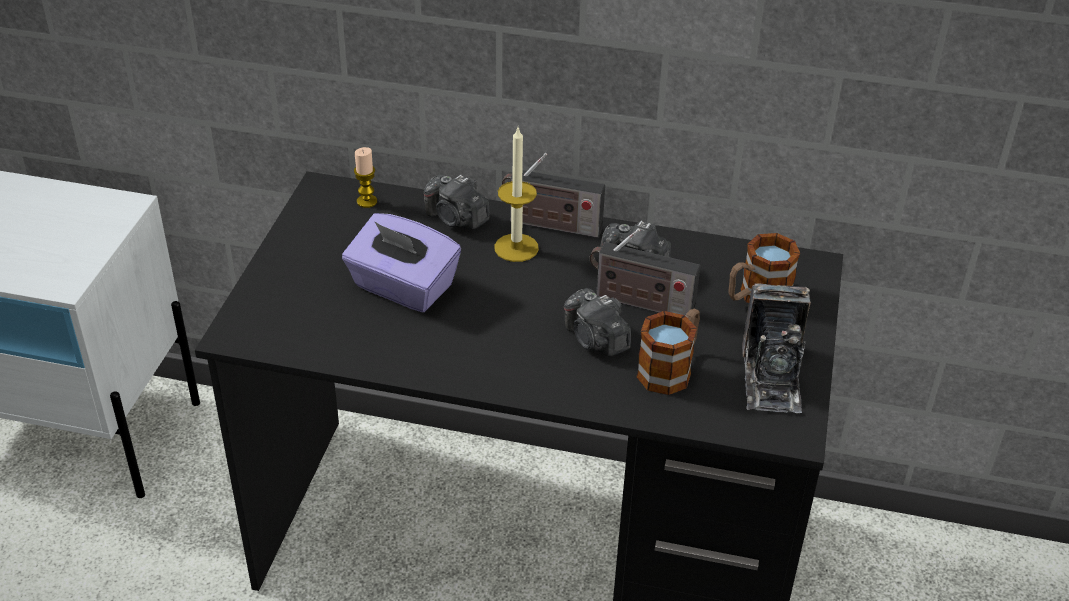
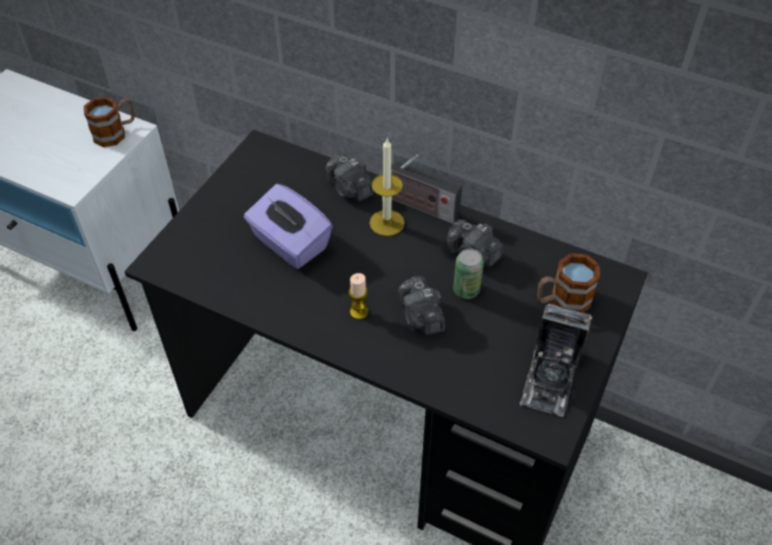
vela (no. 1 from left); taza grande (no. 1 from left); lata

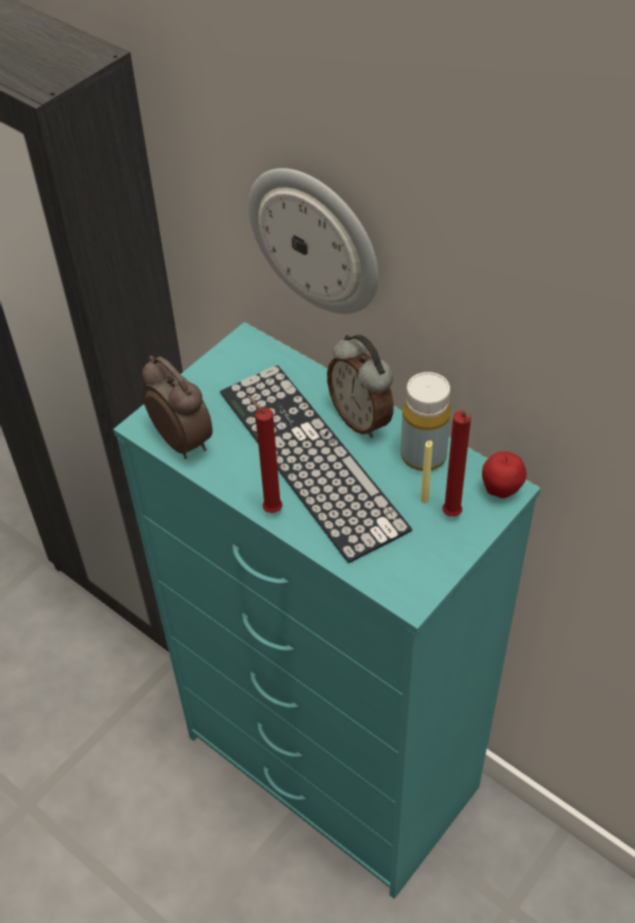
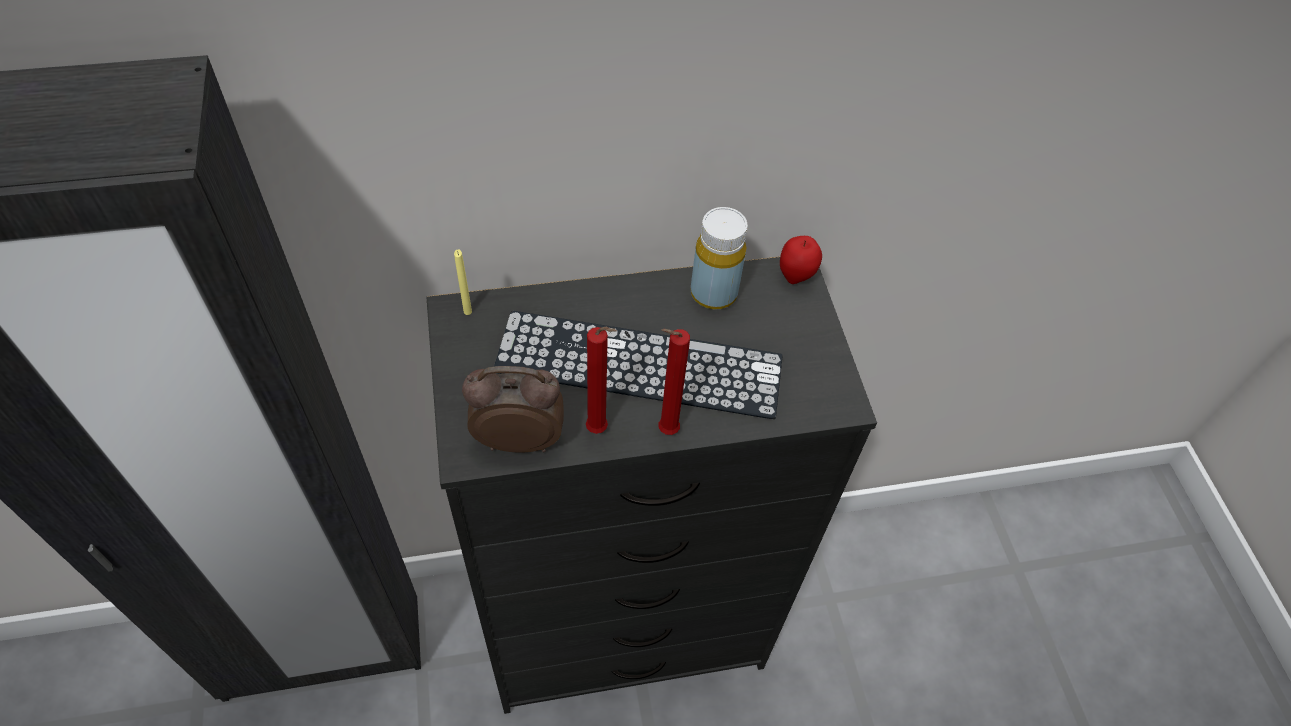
reloj de pared; despertador (no. 2 from left in the first image); vela (amarillo); vela (rojo) (no. 1 from left); cómoda (negro)

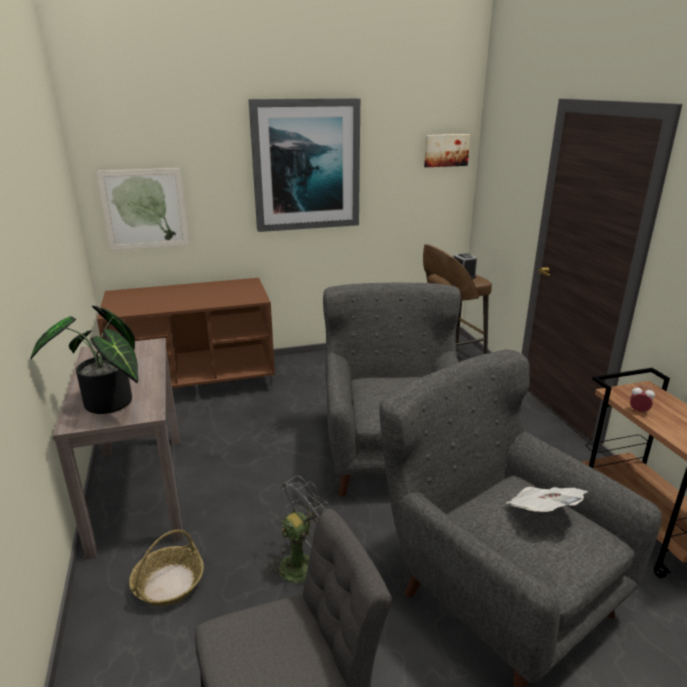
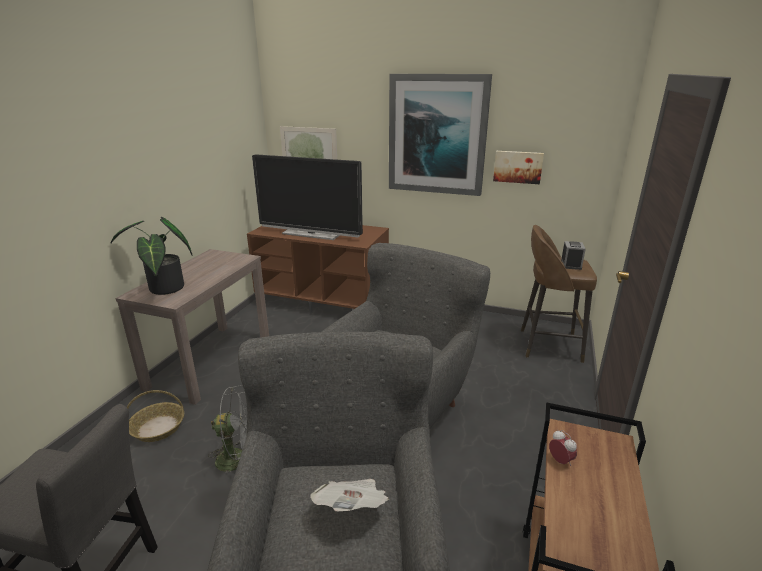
televisor; cuadro (no. 3 from left)

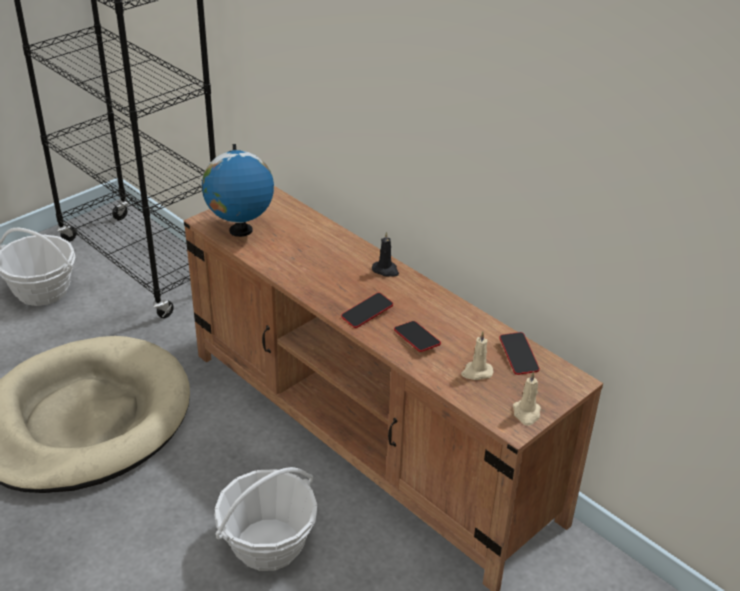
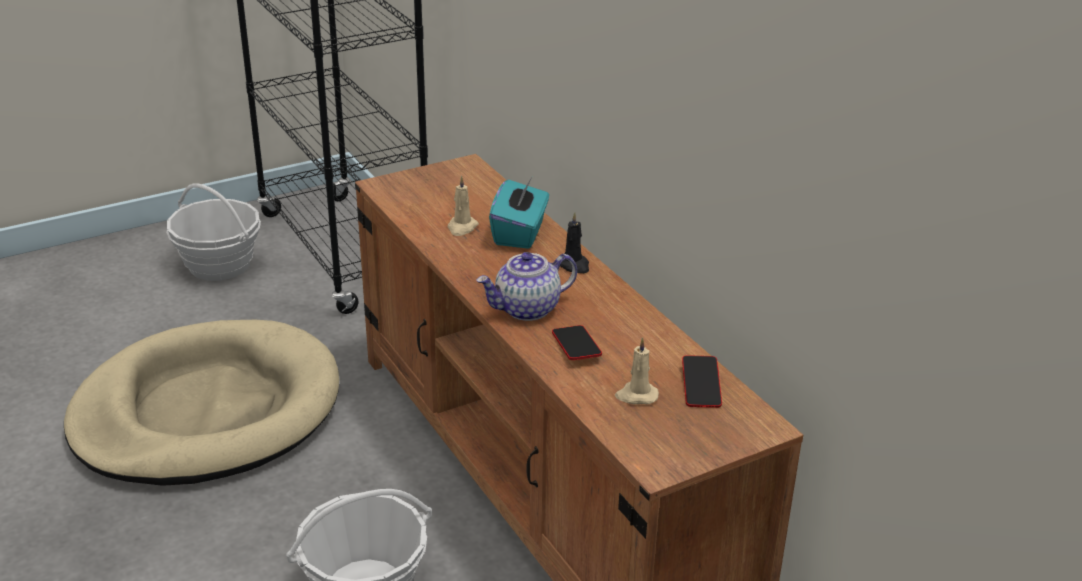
globo terráqueo; caja de pañuelos (turquesa); vela (beis) (no. 1 from left); tetera

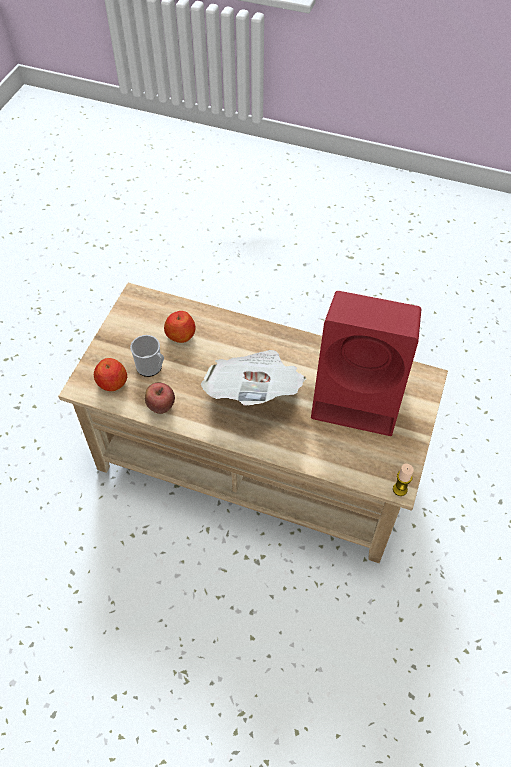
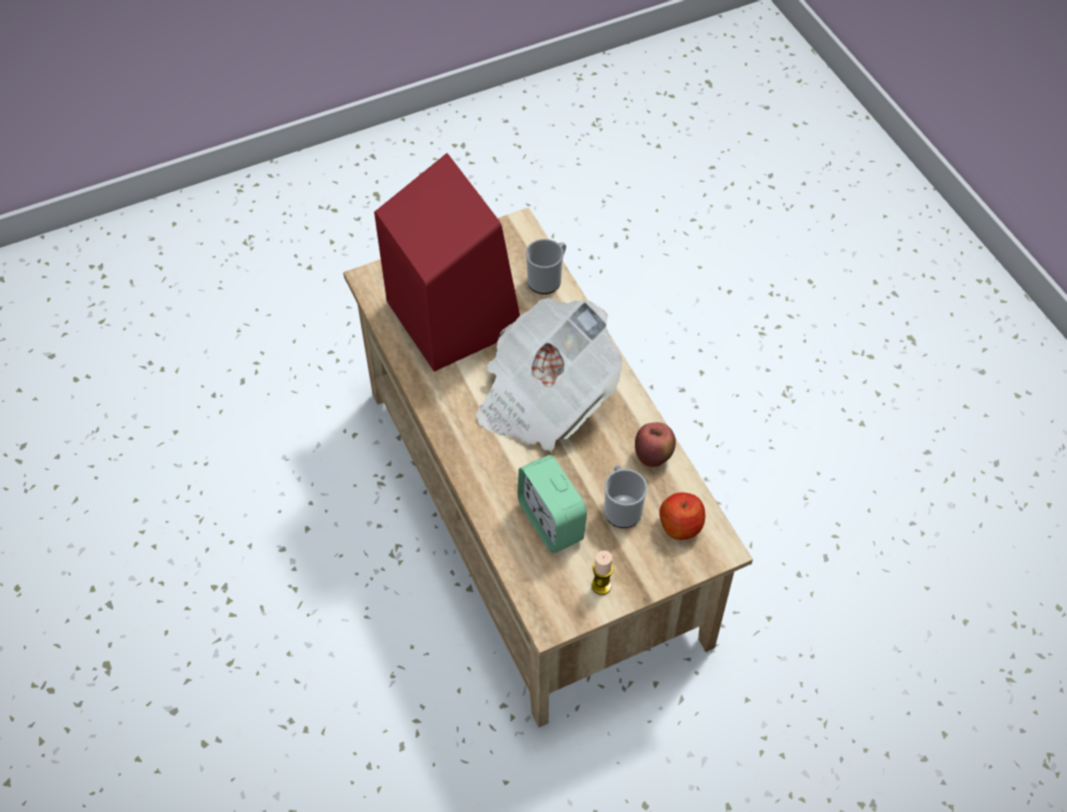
taza grande (no. 1 from left); vela; despertador

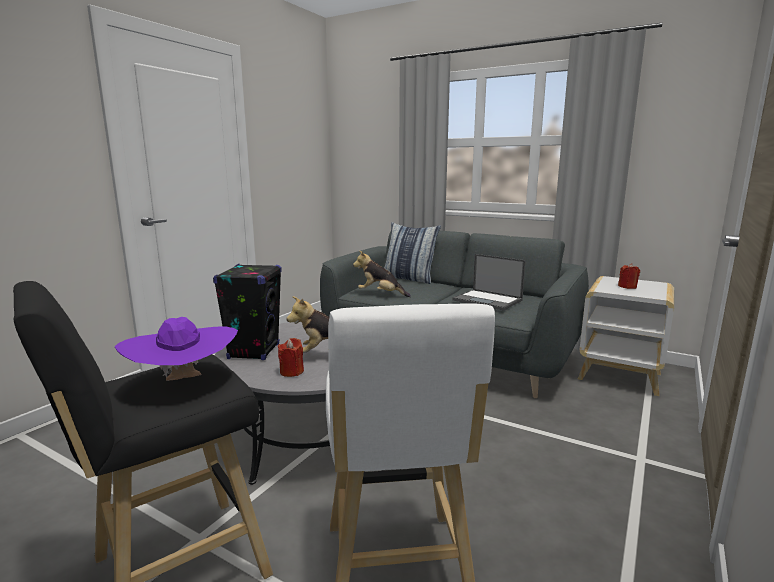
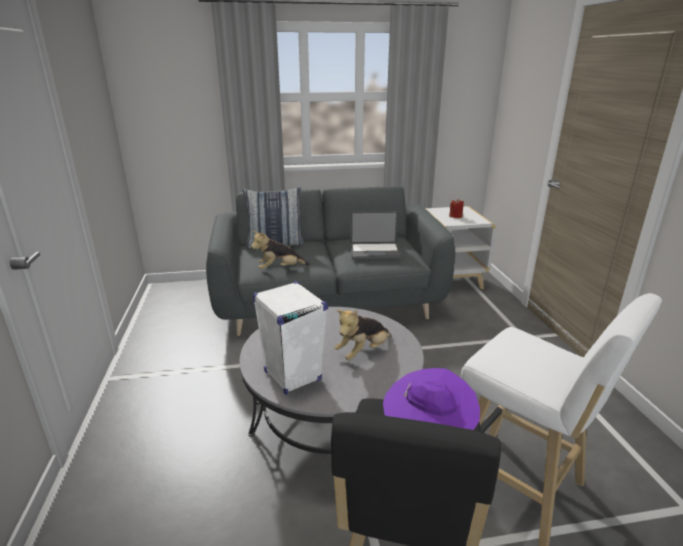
vela (rojo) (no. 1 from left in the first image); altavoz (blanco)

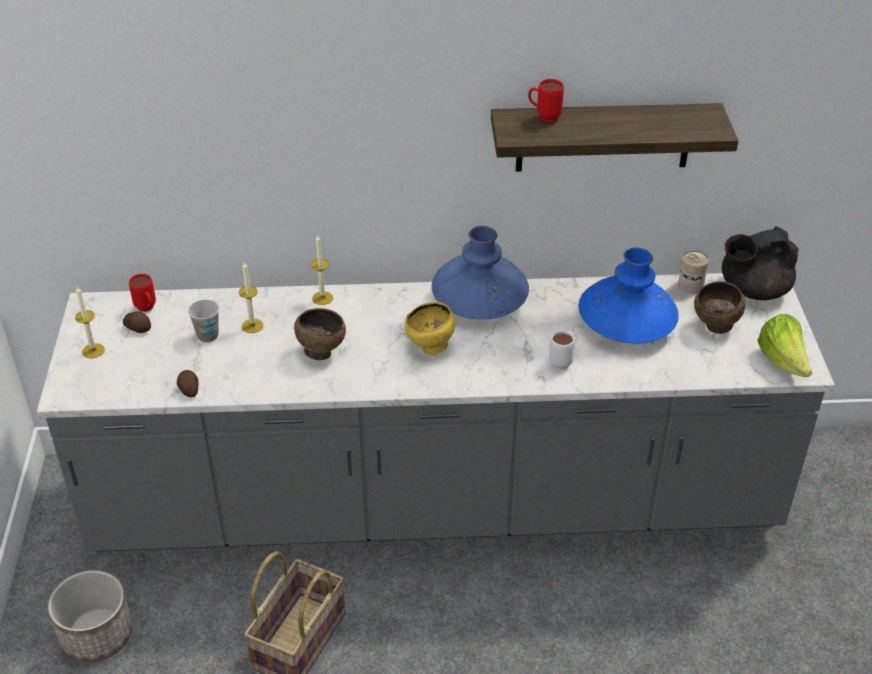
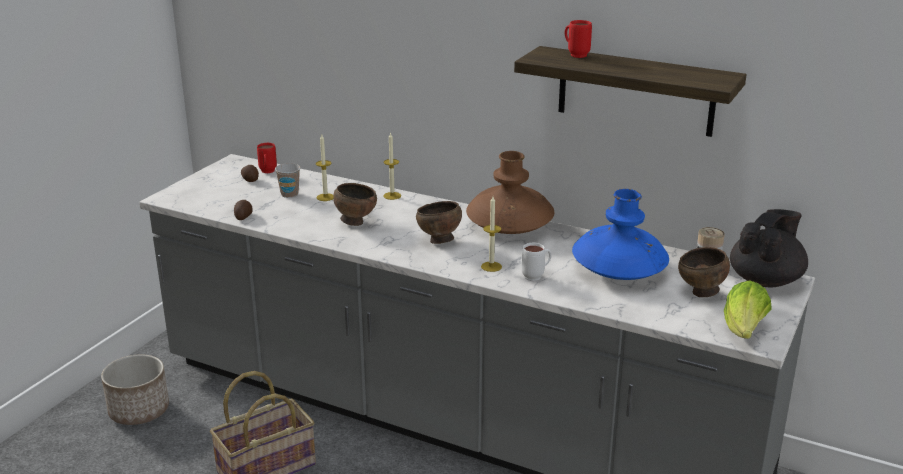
vela (no. 3 from left); cuenco (marrón) (no. 2 from left); florero (marrón); tetera (negro)

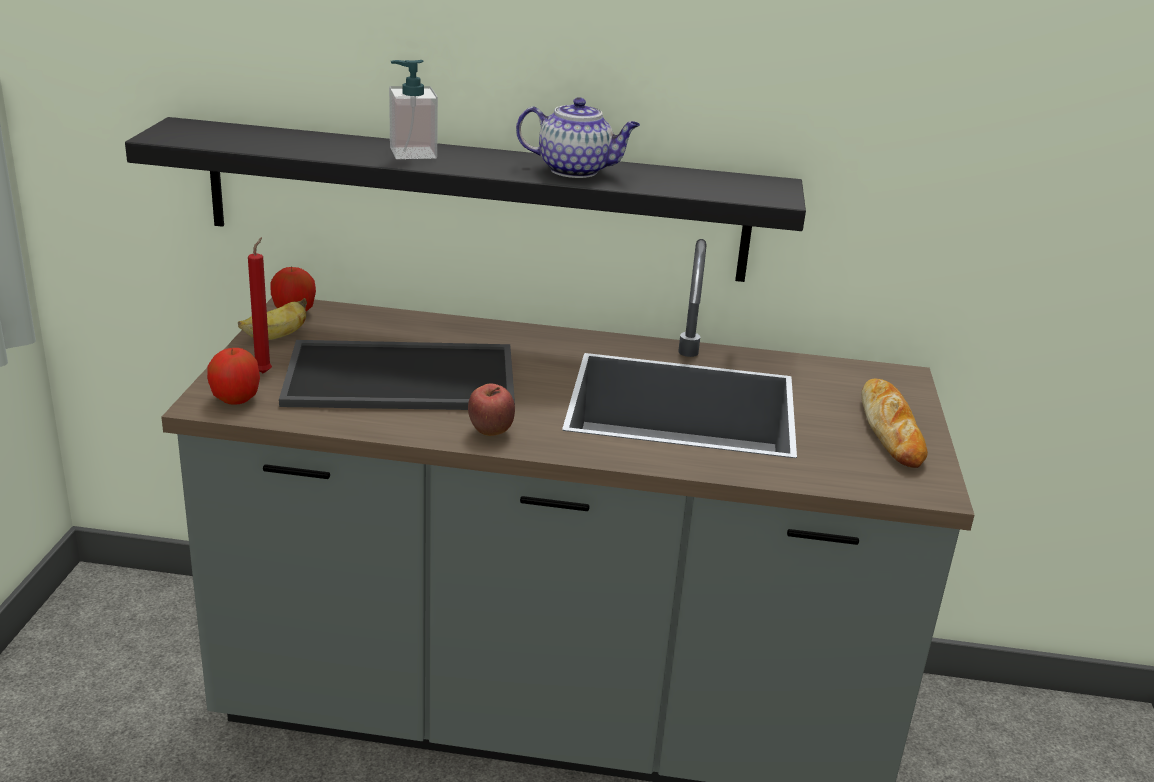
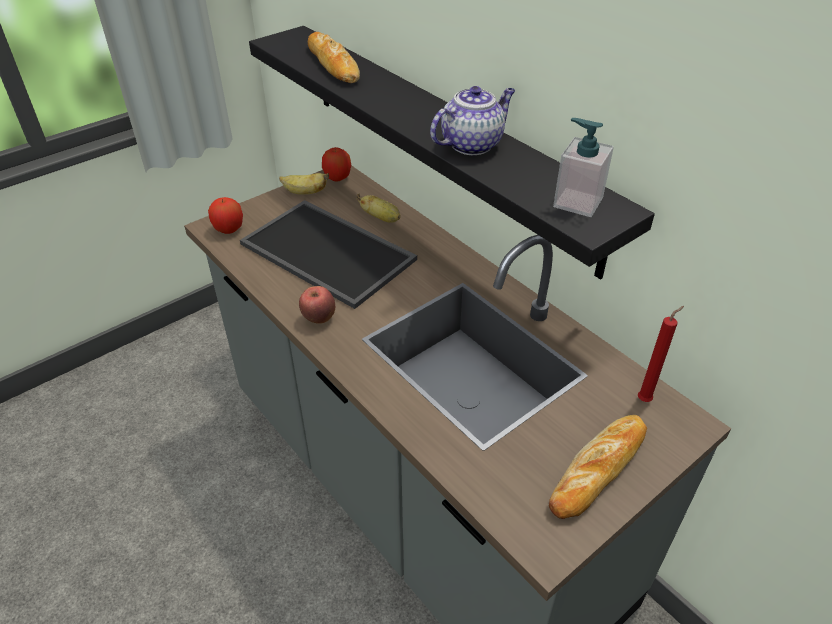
pan (no. 1 from left); plátano (no. 2 from left); vela (rojo); dispensador de jabón; tetera

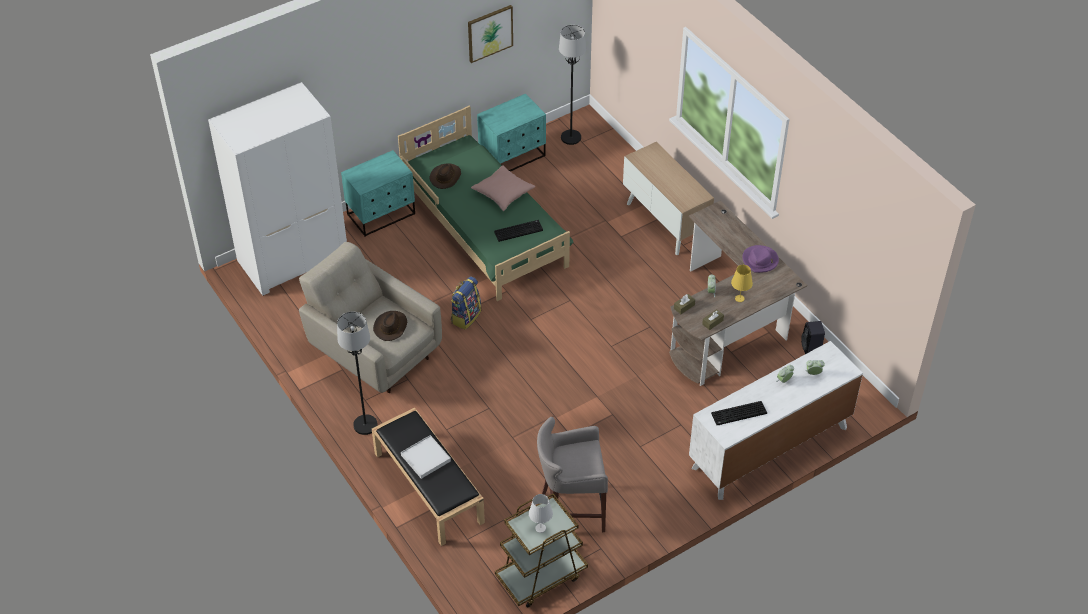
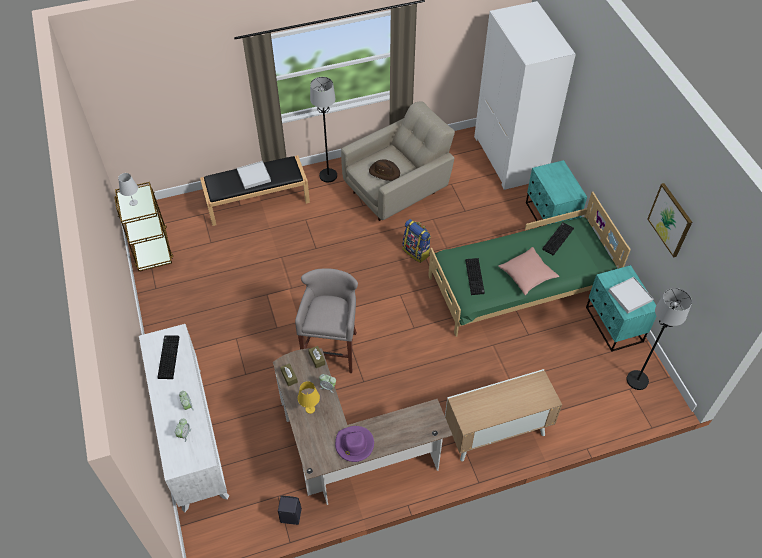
bandeja (blanco) (no. 2 from left); taburete (gris); teclado (no. 3 from left)

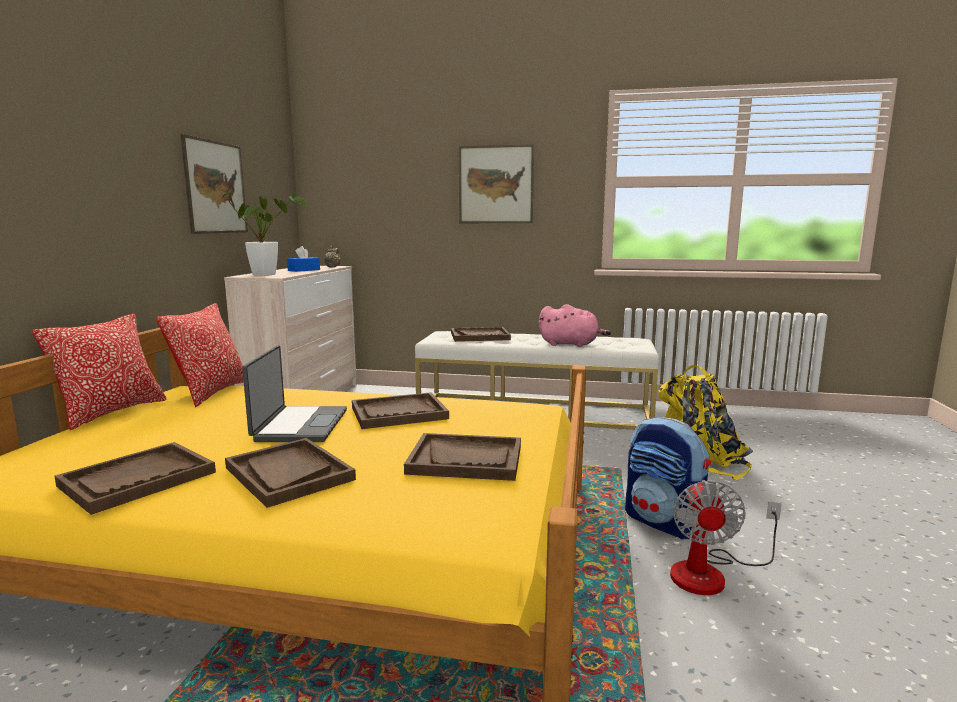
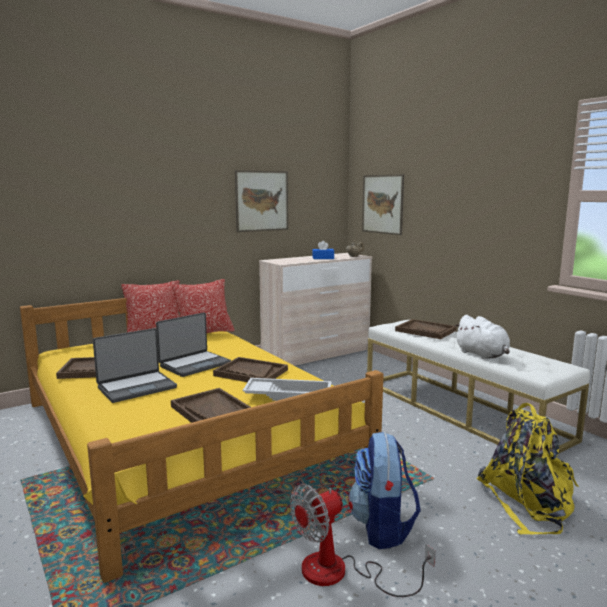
planta en maceta; bandeja (blanco); cuadro (no. 2 from left); portátil (no. 1 from left); peluche (blanco)

